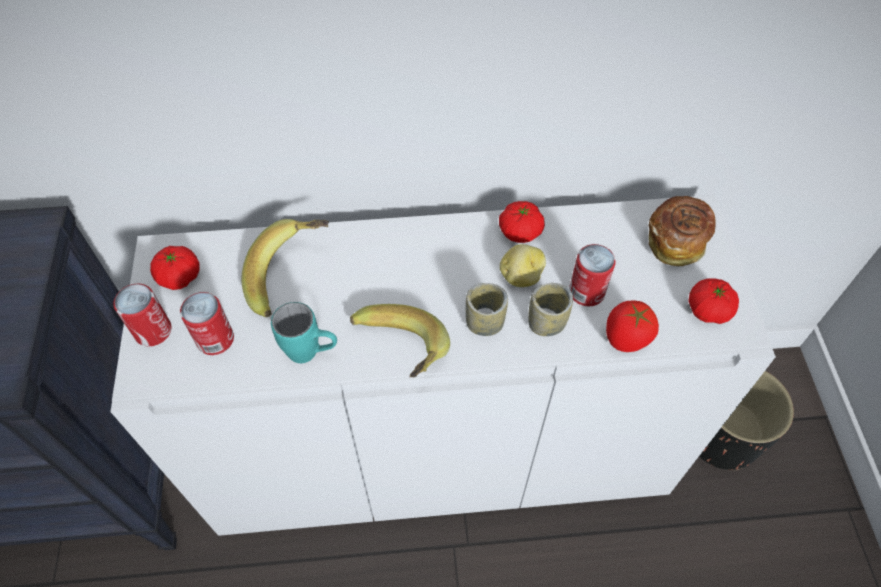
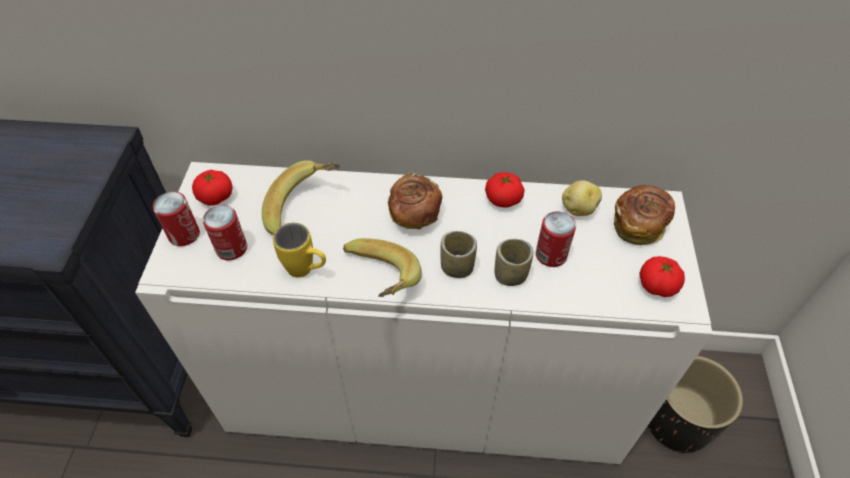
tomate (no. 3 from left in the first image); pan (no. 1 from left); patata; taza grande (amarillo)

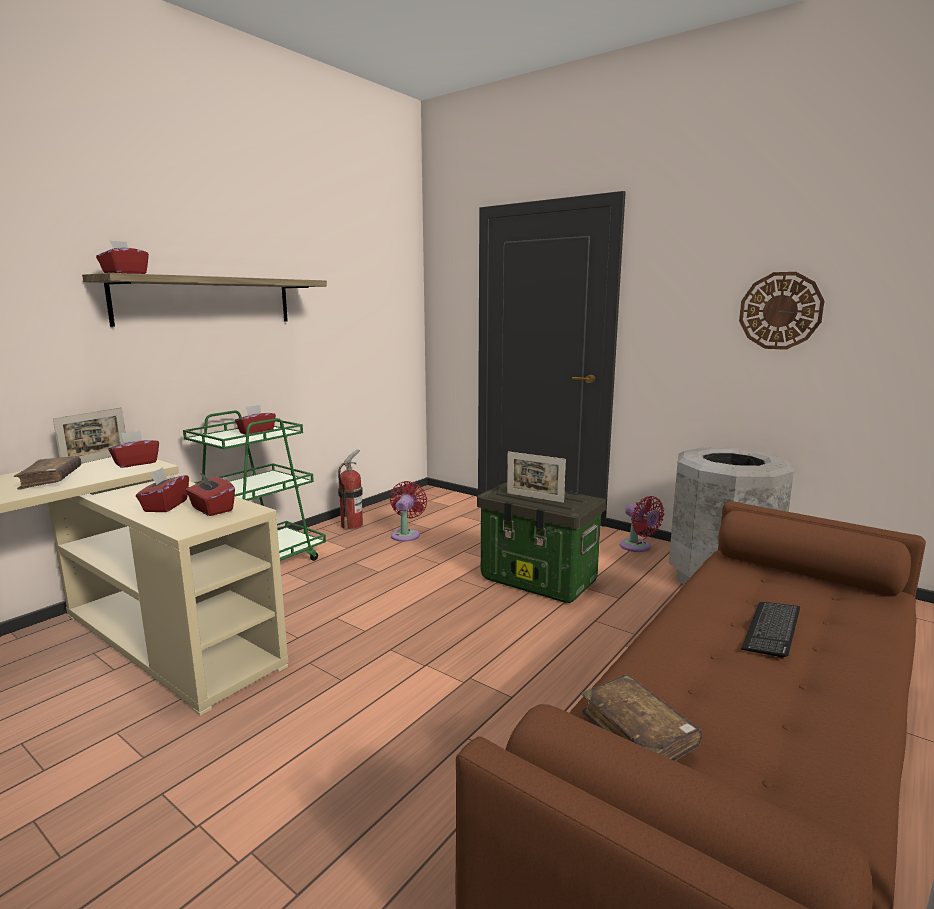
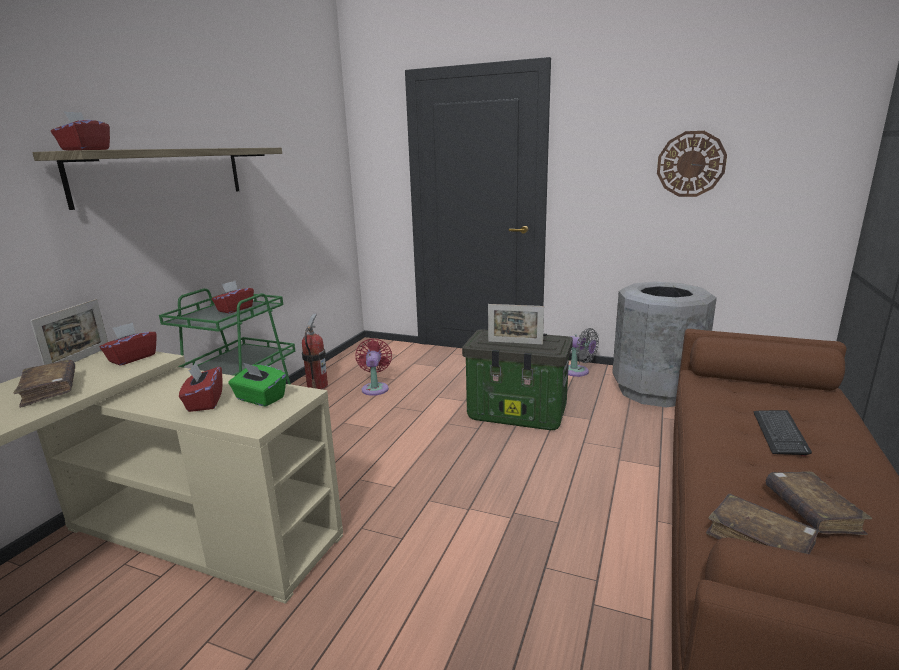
libro (marrón) (no. 3 from left); caja de pañuelos (verde); ventilador (gris)

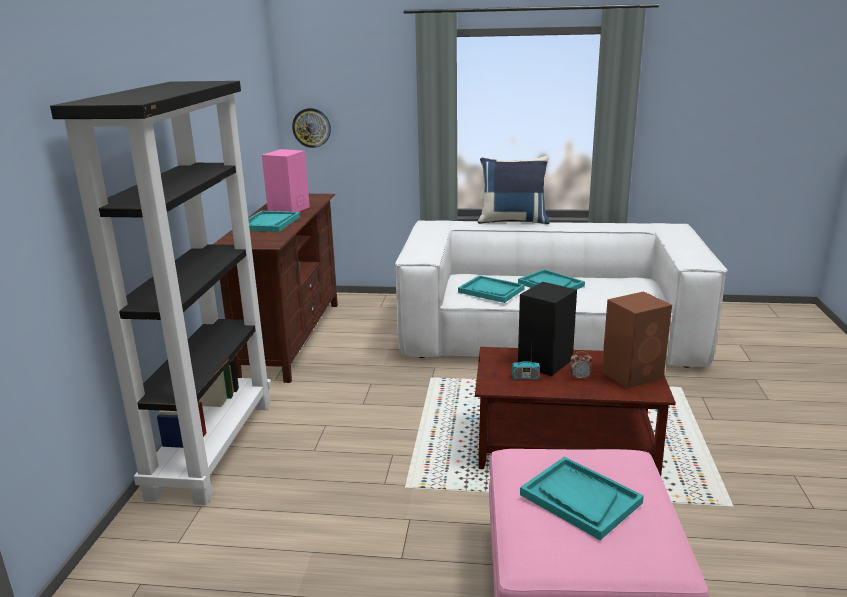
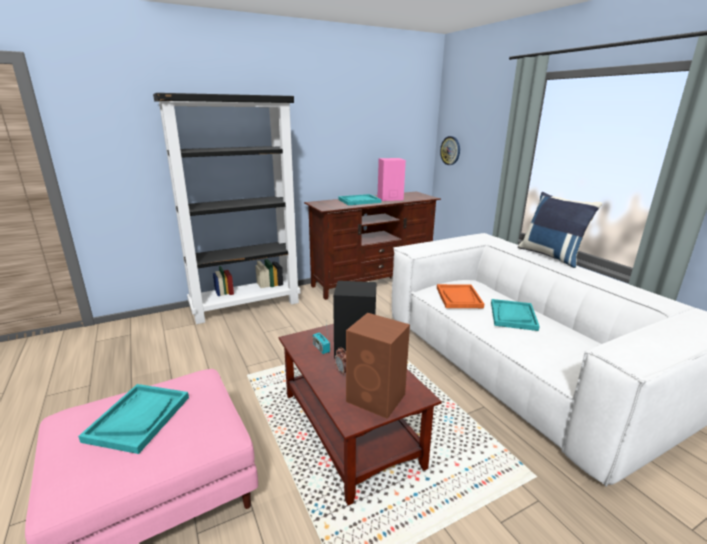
bandeja (naranja)

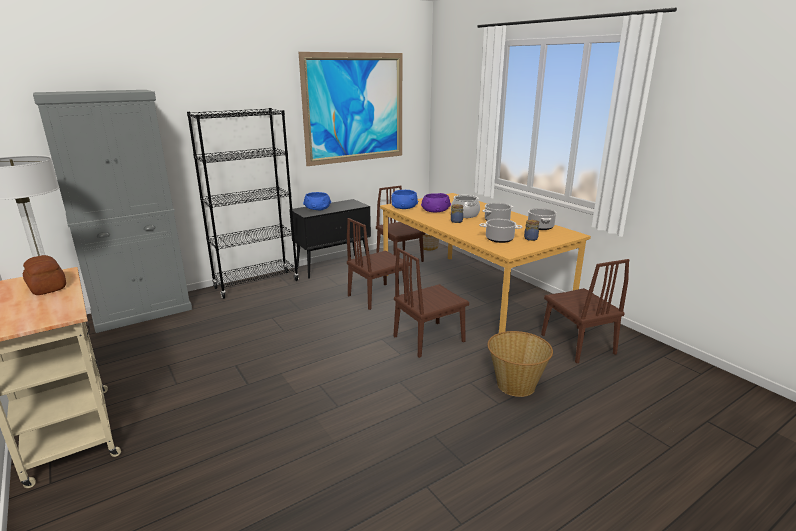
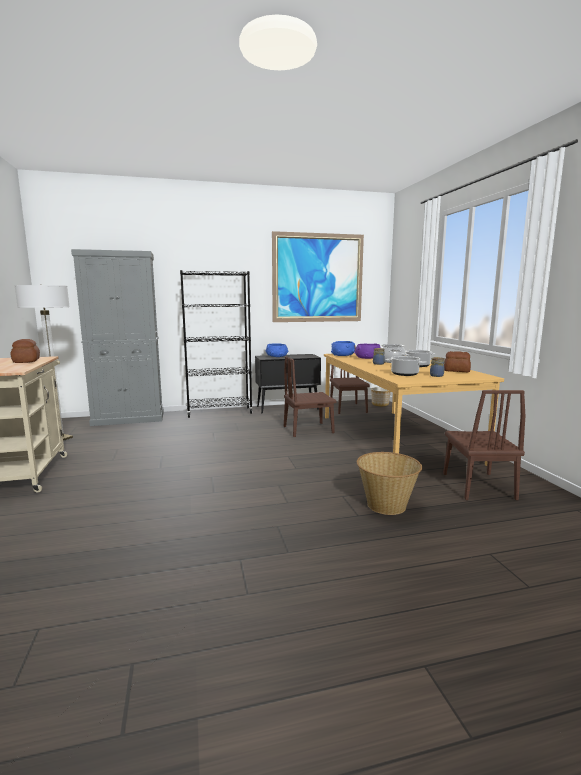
silla (marrón) (no. 3 from left in the first image); pan (no. 2 from left)

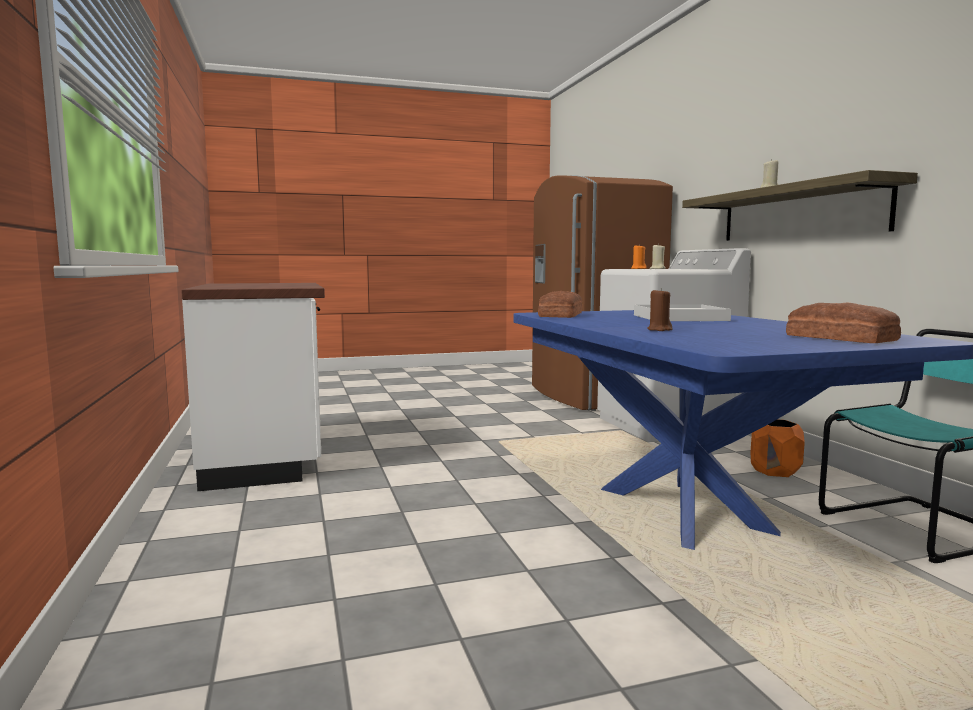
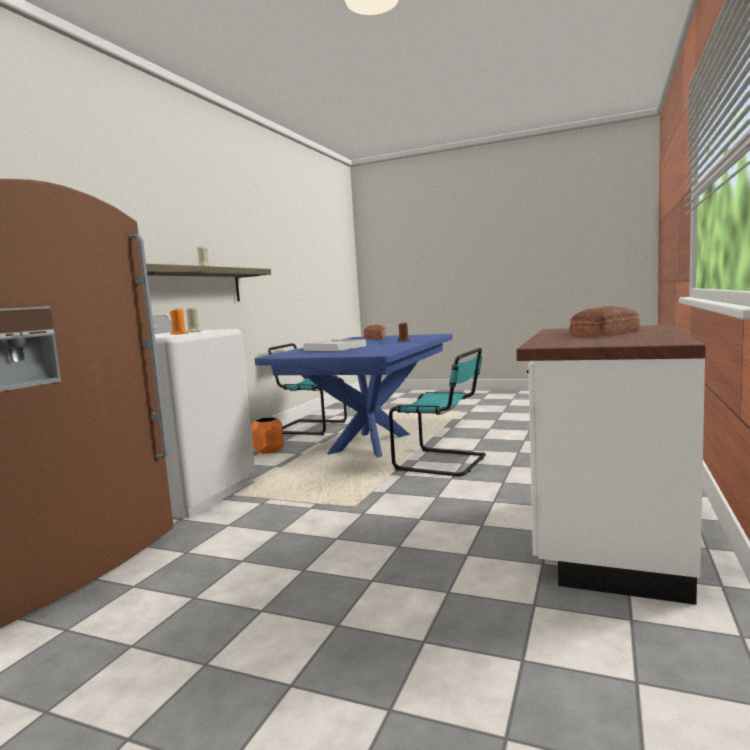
silla (turquesa) (no. 2 from left); pan (no. 2 from left)

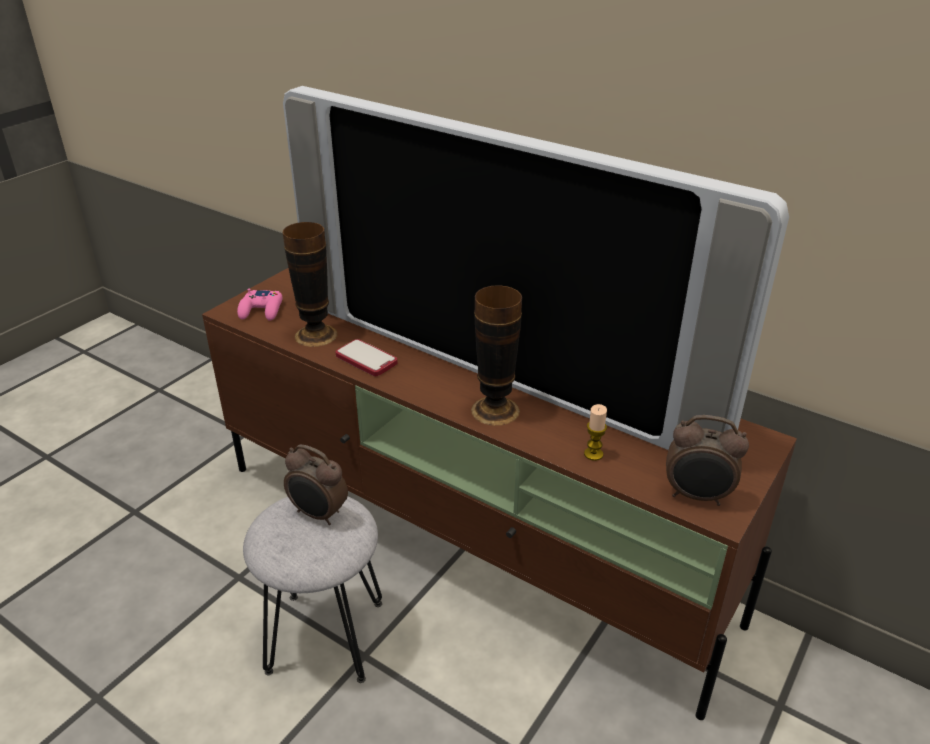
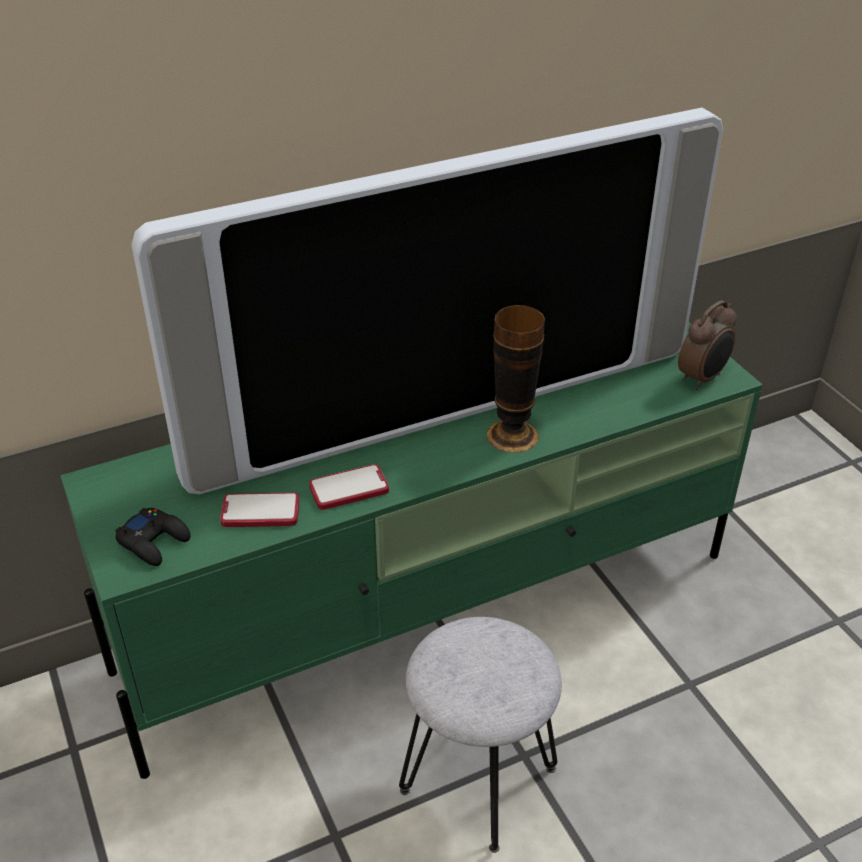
despertador (no. 1 from left in the first image); vela; móvil (no. 1 from left); mueble de televisión (verde); mando de consola (negro)

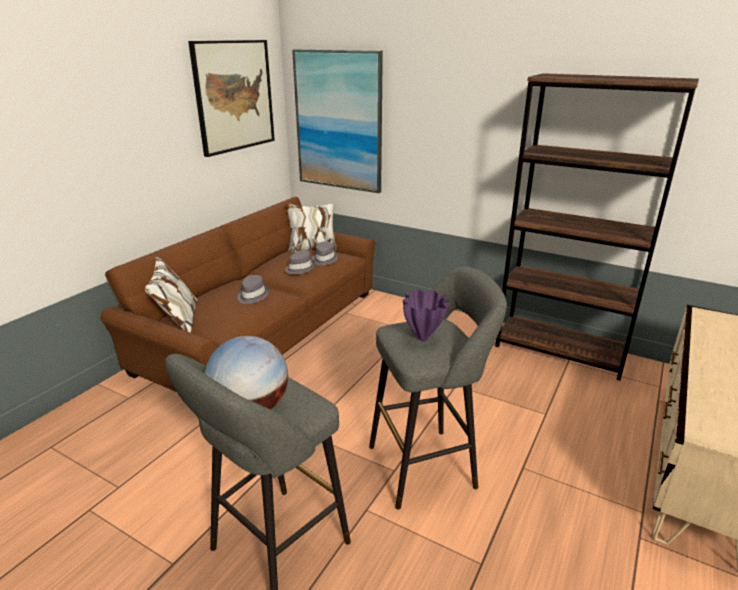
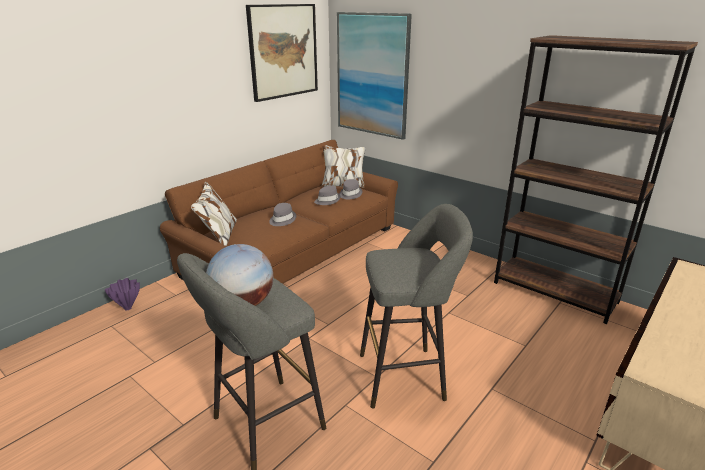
florero (morado)

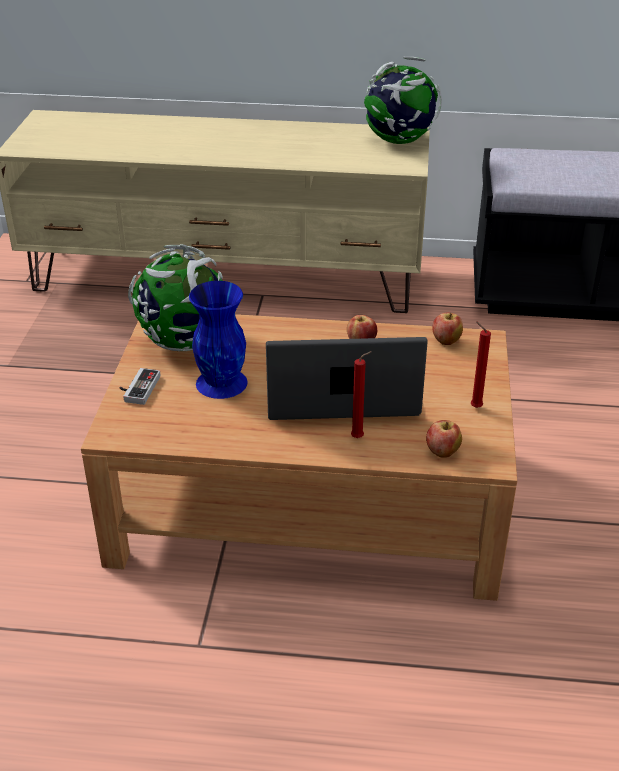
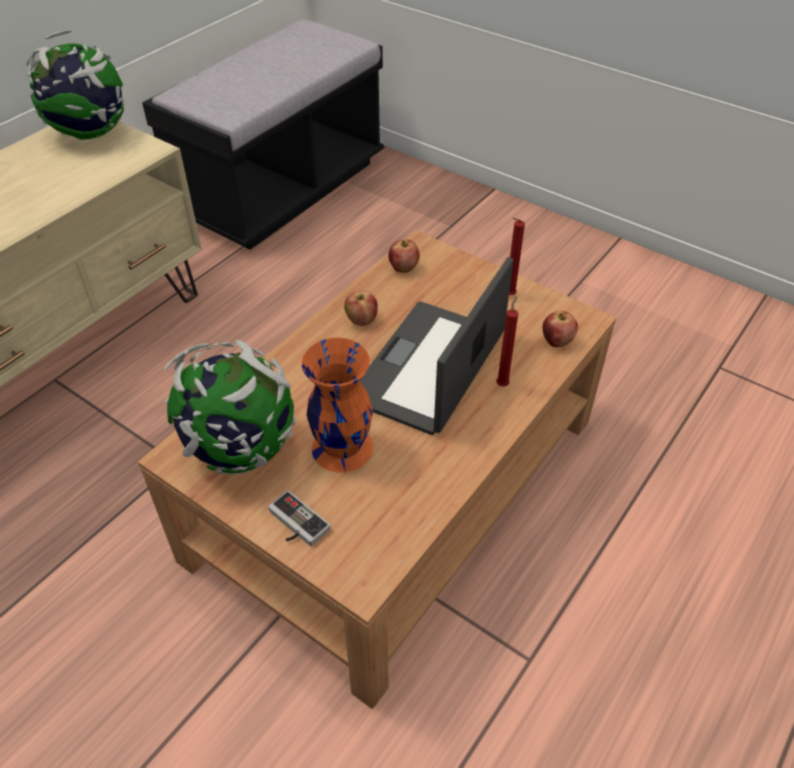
florero (naranja)

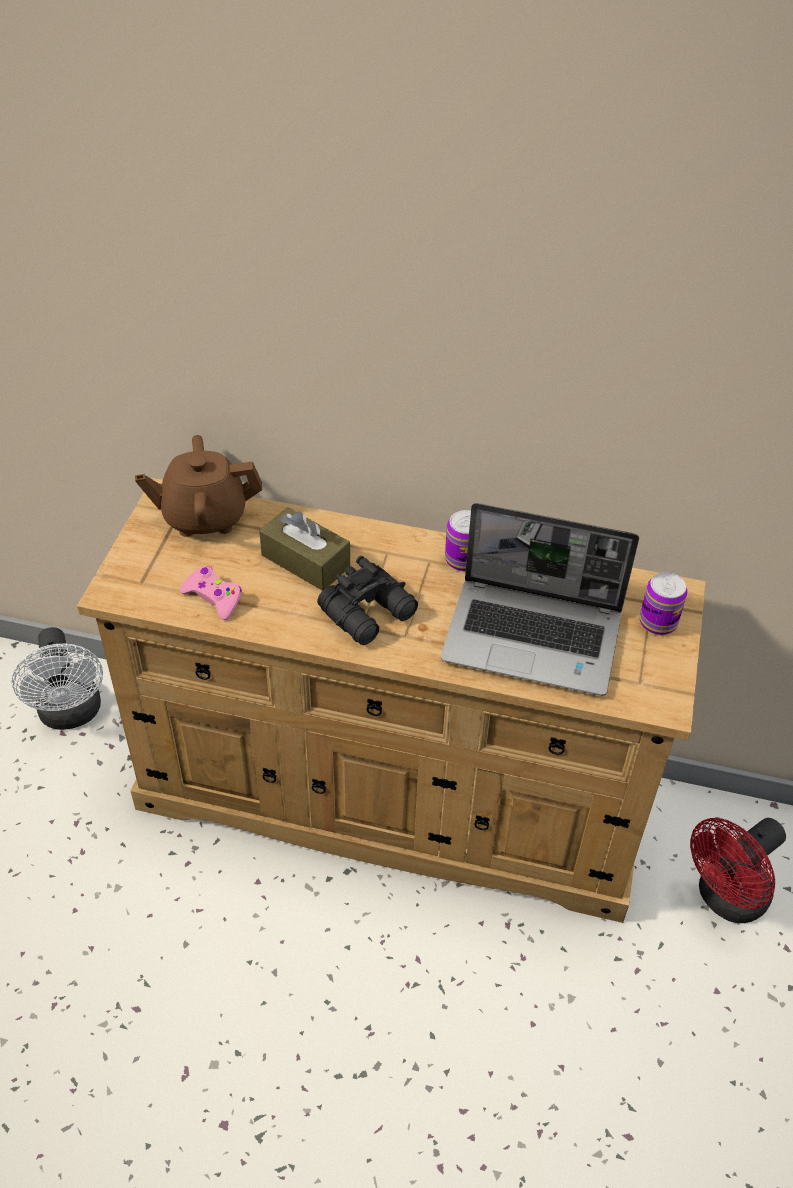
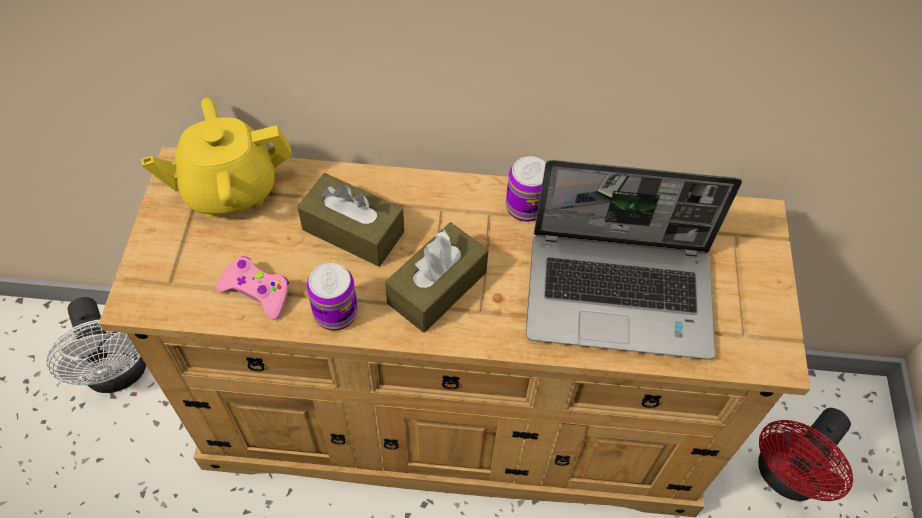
lata (no. 1 from left); caja de pañuelos (marrón) (no. 2 from left); tetera (amarillo)

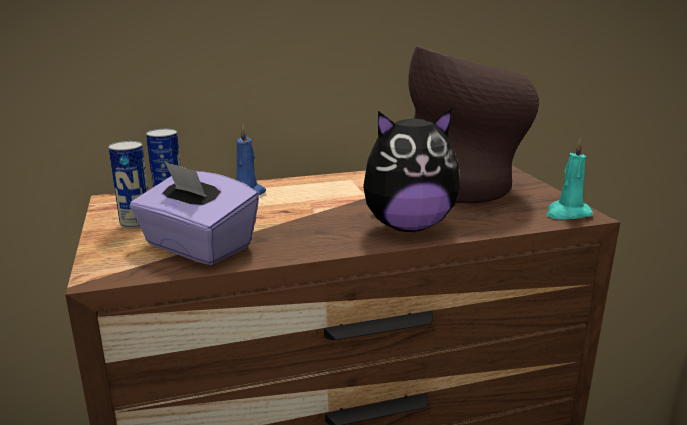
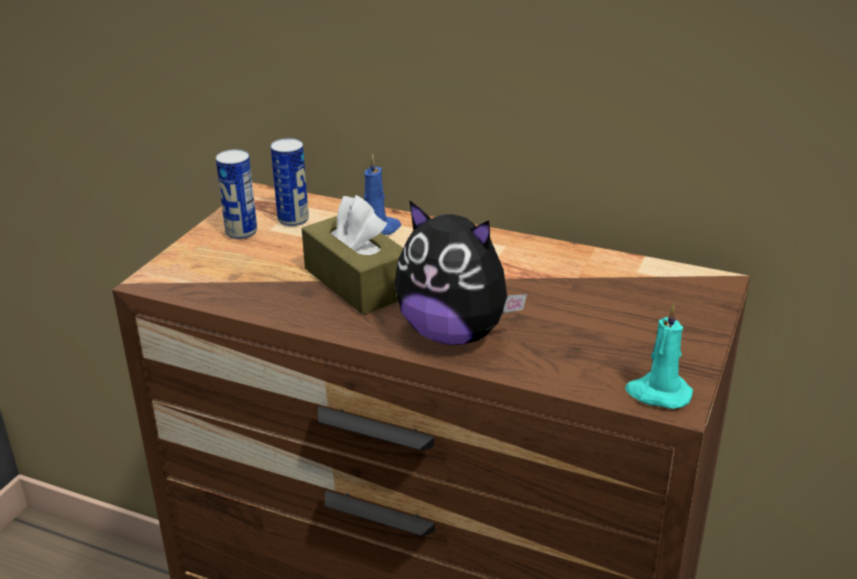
caja de pañuelos (morado); florero (marrón); caja de pañuelos (marrón)

